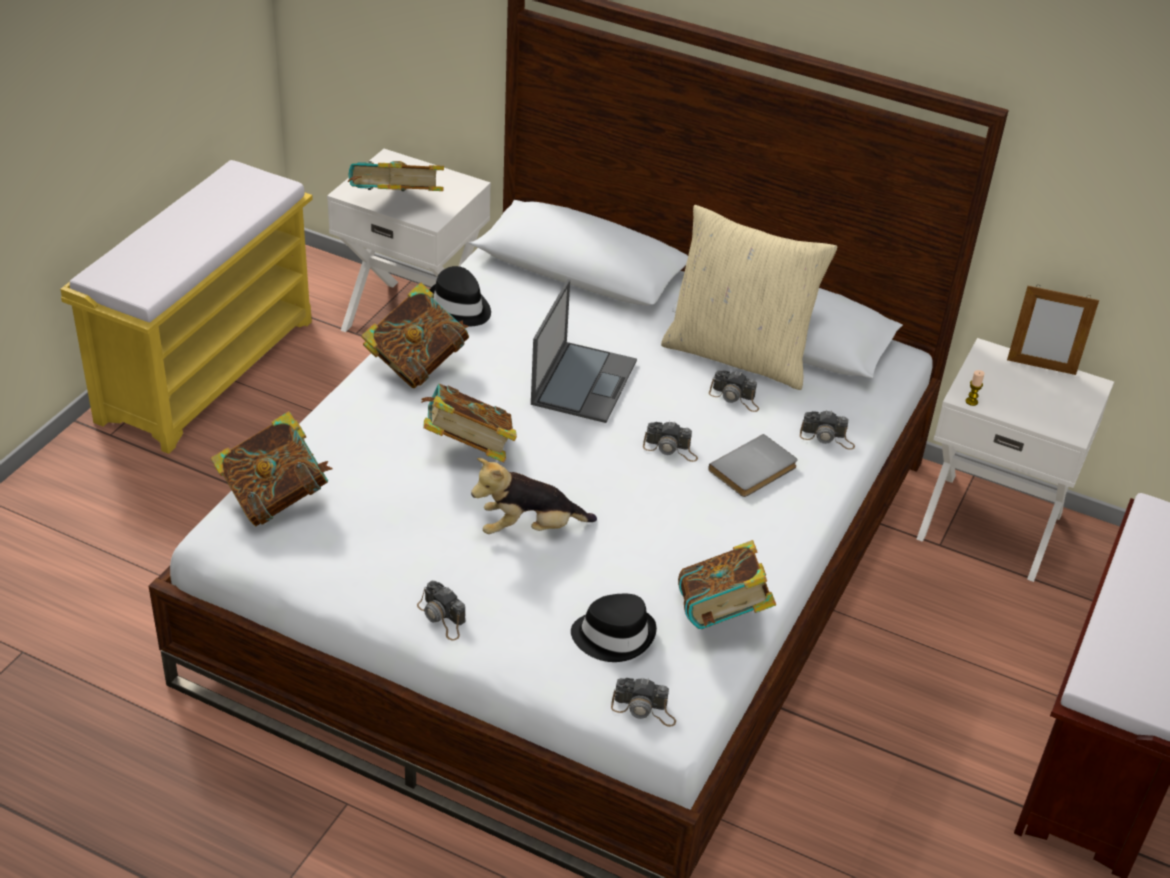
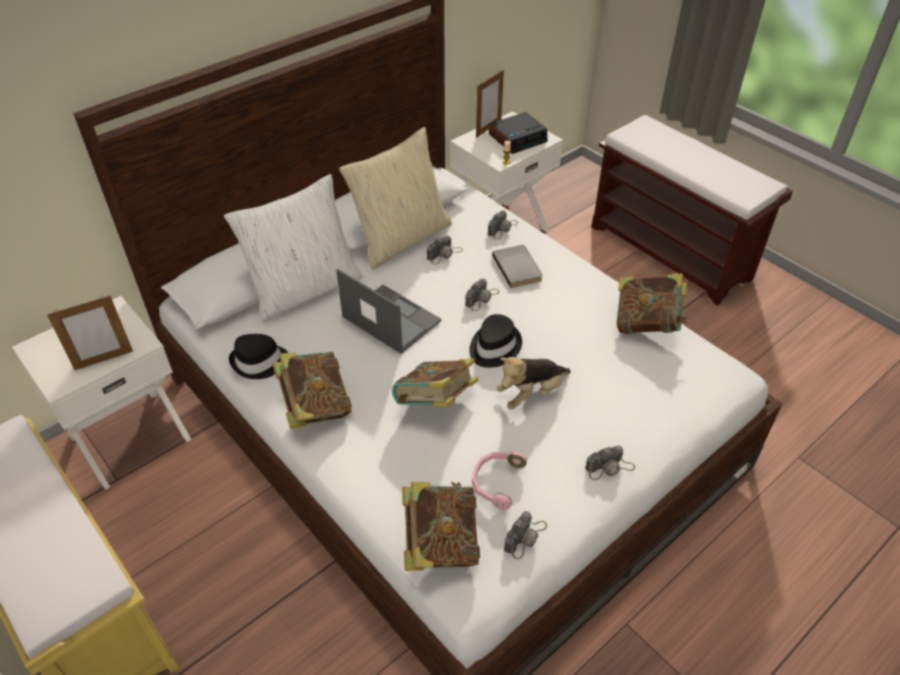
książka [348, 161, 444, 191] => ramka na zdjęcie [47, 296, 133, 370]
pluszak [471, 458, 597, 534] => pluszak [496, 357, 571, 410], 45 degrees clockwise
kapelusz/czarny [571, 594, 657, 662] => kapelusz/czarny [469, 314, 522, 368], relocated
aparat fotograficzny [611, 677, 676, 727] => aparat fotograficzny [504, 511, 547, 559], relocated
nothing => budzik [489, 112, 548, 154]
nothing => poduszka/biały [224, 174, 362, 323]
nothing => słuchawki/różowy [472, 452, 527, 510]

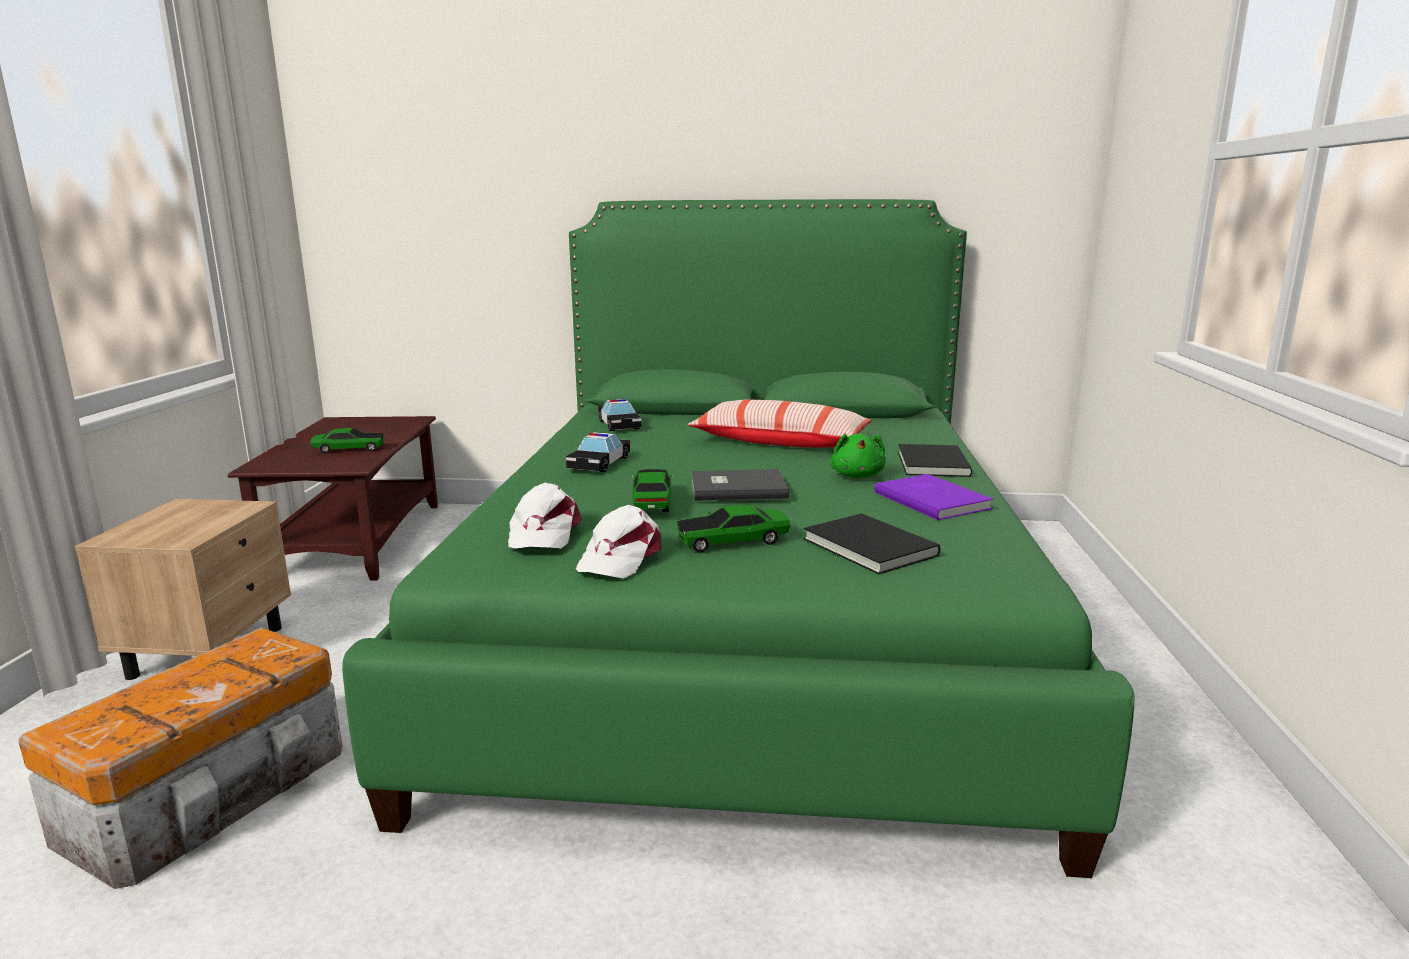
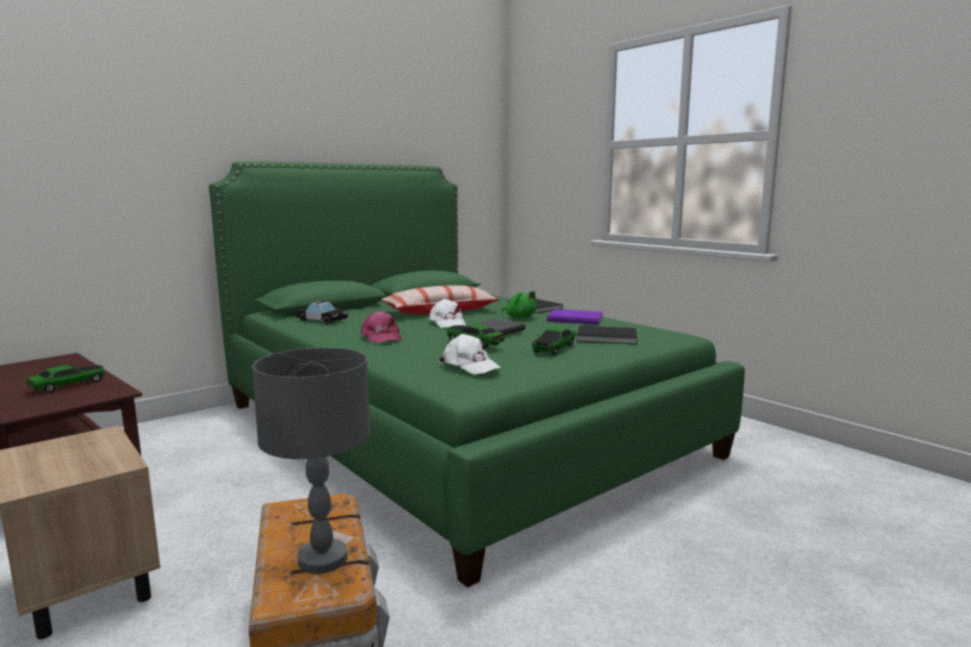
samochodzik [566, 432, 630, 472] => czapka z daszkiem/różowy [361, 311, 402, 343]
czapka z daszkiem/biały [576, 505, 662, 578] => czapka z daszkiem/biały [428, 299, 466, 328], relocated
nothing => lampa stołowa/szary [252, 348, 371, 574]

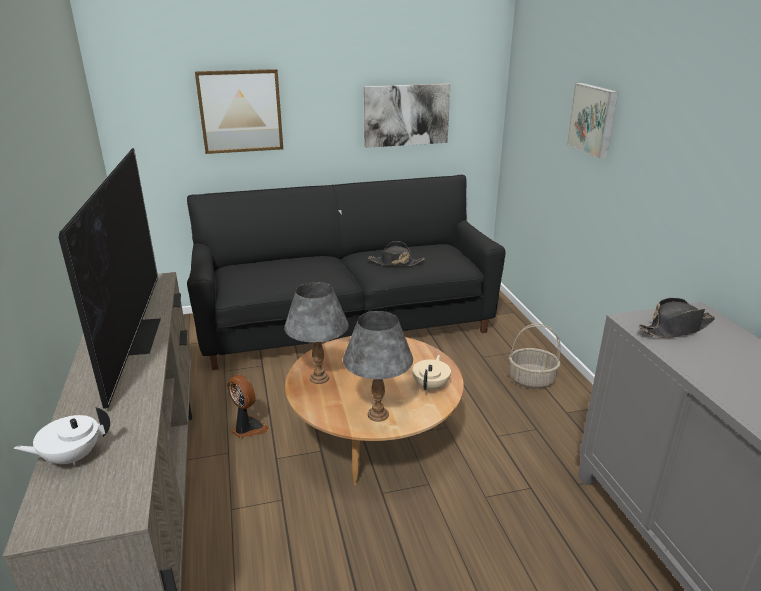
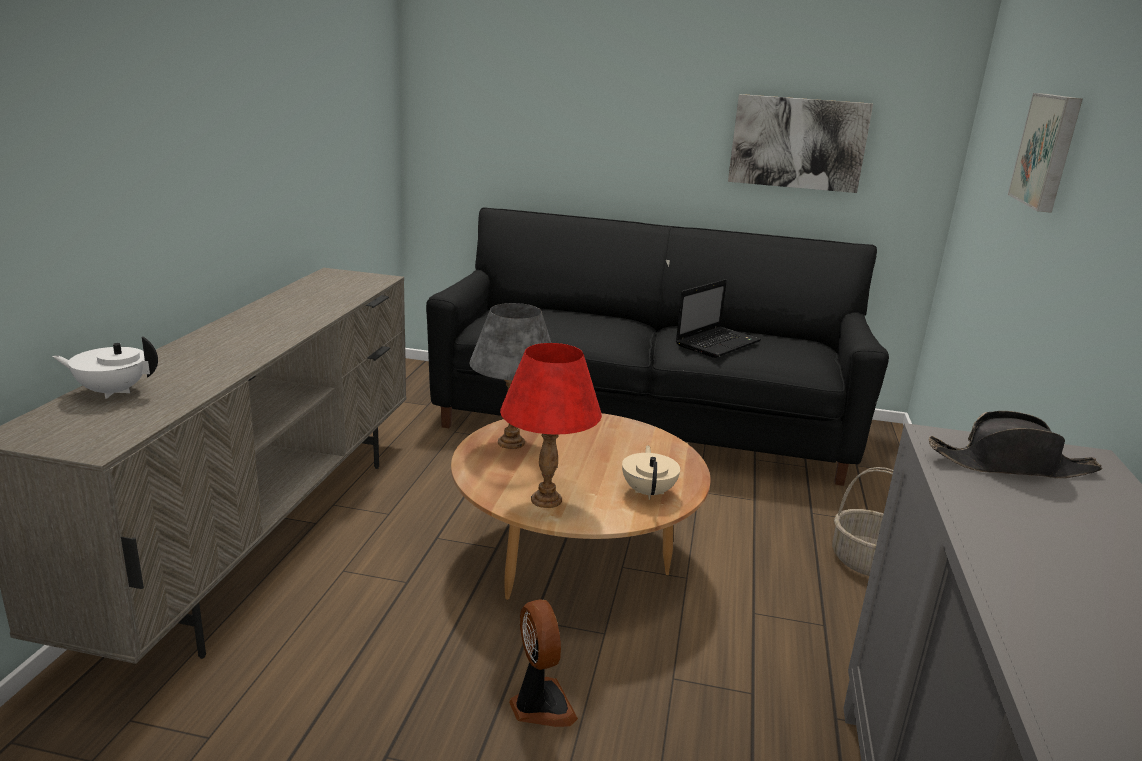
obraz [195, 69, 283, 154] => nothing
telewizor [59, 148, 161, 409] => nothing
kapelusz/czarny [368, 241, 425, 266] => laptop [676, 279, 761, 358]
lampa stołowa/szary [343, 311, 413, 422] => lampa stołowa/czerwony [500, 343, 602, 508]
imbryk/beżowy [412, 355, 451, 392] => imbryk/beżowy [622, 446, 680, 500], 45 degrees counterclockwise
wentylator [227, 375, 269, 438] => wentylator [509, 599, 578, 727], relocated

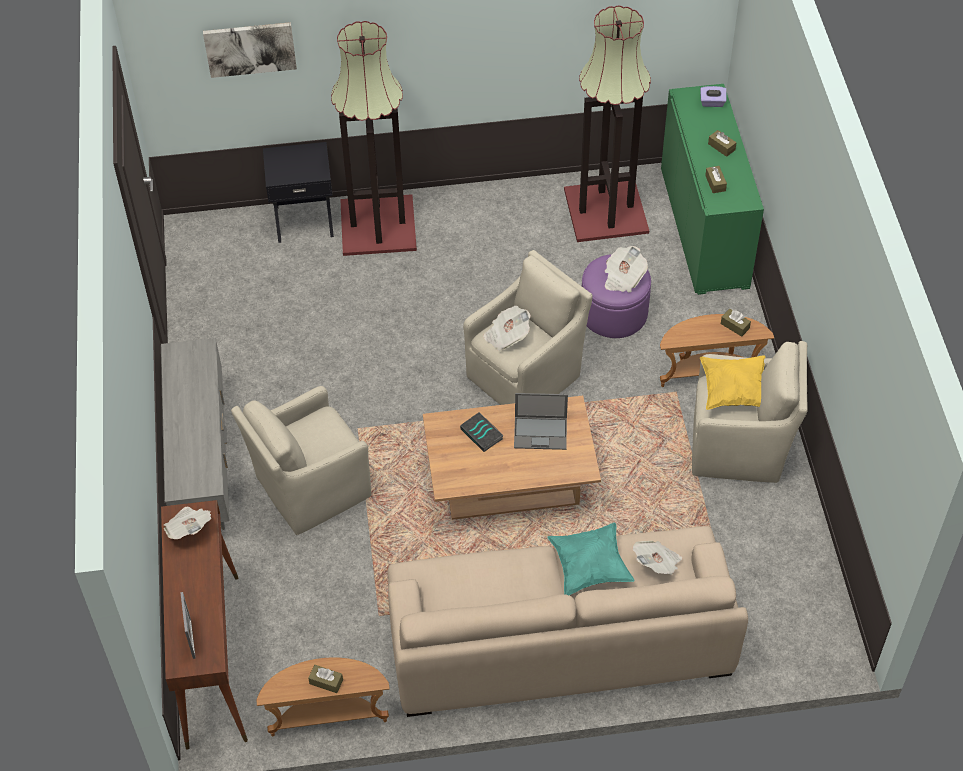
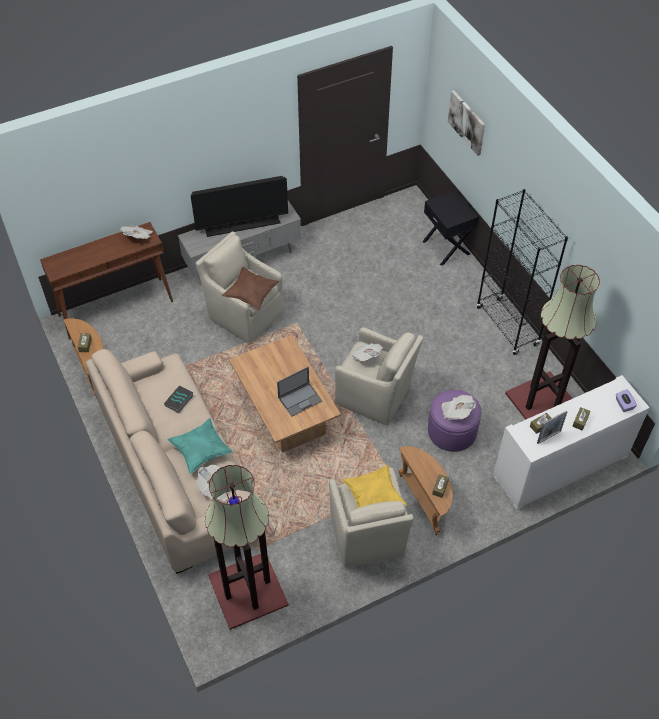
lampa stojąca [331, 21, 417, 256] => lampa stojąca [205, 465, 289, 630], relocated
szafka/zielony [661, 84, 764, 295] => szafka/biały [493, 375, 650, 510]
laptop [514, 393, 568, 450] => laptop [277, 367, 322, 417], 105 degrees counterclockwise
książka [460, 412, 504, 452] => książka [164, 386, 194, 413], relocated
ramka na zdjęcie [180, 592, 196, 659] => ramka na zdjęcie [537, 411, 568, 444], relocated
nothing => telewizor [191, 176, 288, 237]
nothing => regał/czarny [476, 189, 568, 355]
nothing => poduszka/brązowy [222, 267, 280, 310]

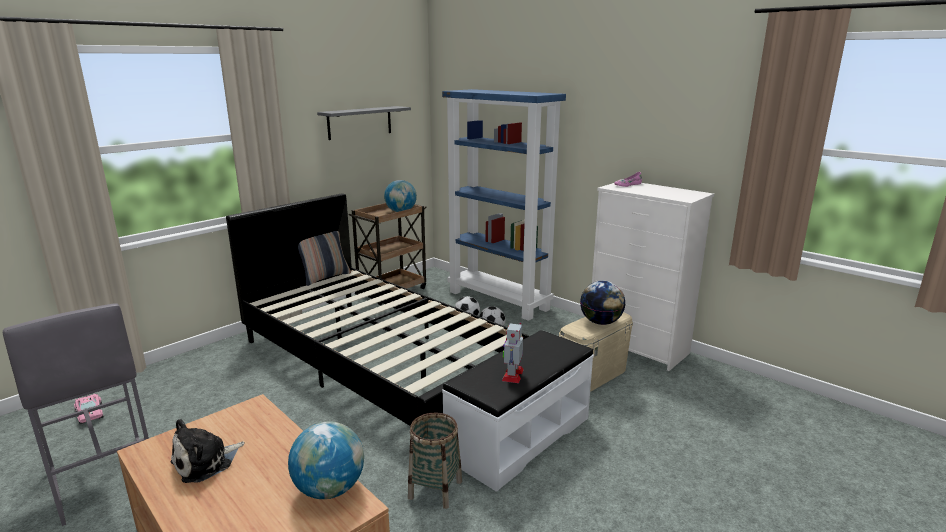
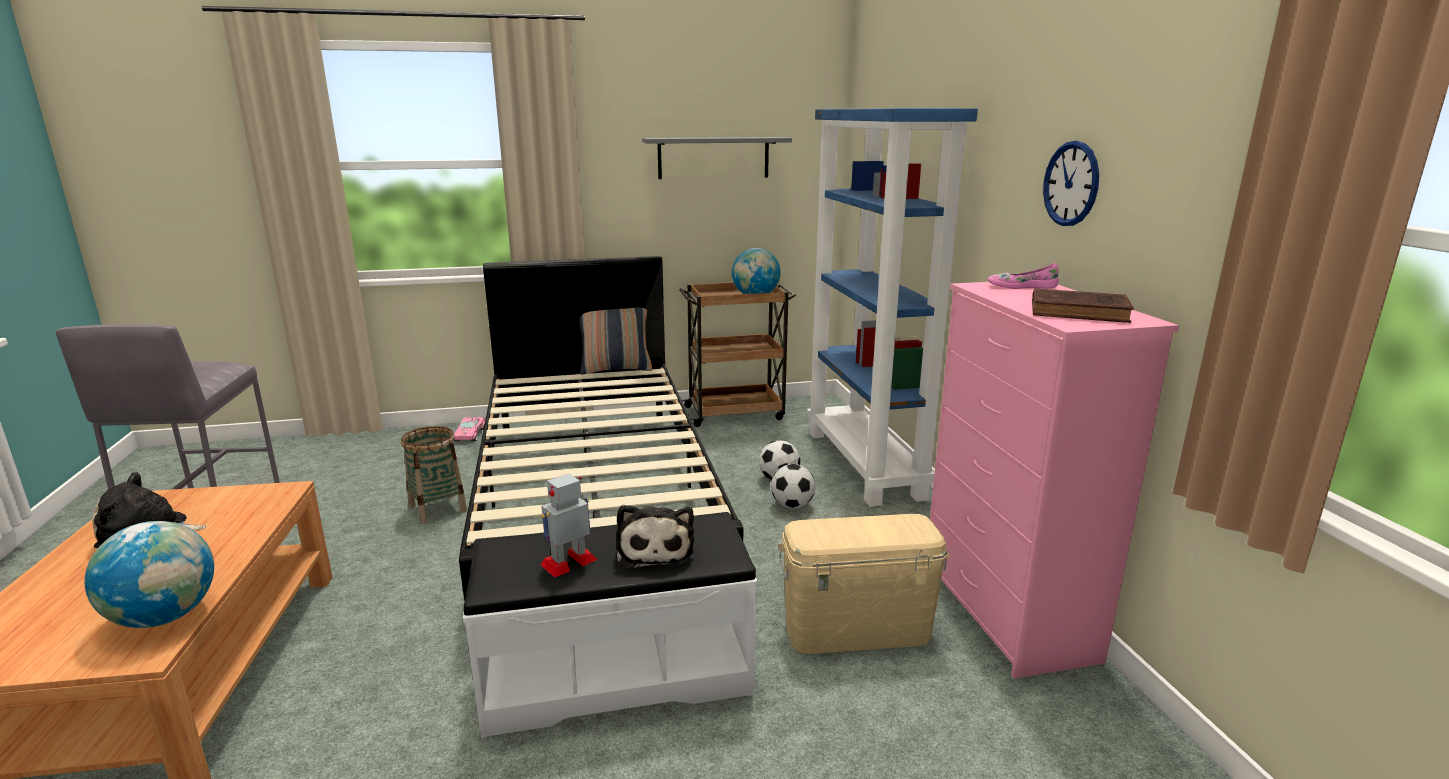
komoda/biały [592, 183, 714, 371] => komoda/różowy [930, 282, 1179, 678]
globus [580, 281, 625, 325] => nothing
samochodzik/różowy [74, 393, 104, 424] => samochodzik/różowy [454, 417, 485, 441], relocated
koszyk [408, 413, 462, 509] => koszyk [401, 426, 467, 524], relocated
nothing => zegar ścienny [1043, 141, 1099, 226]
nothing => książka/brązowy [1032, 288, 1134, 323]
nothing => pluszak [616, 505, 694, 569]

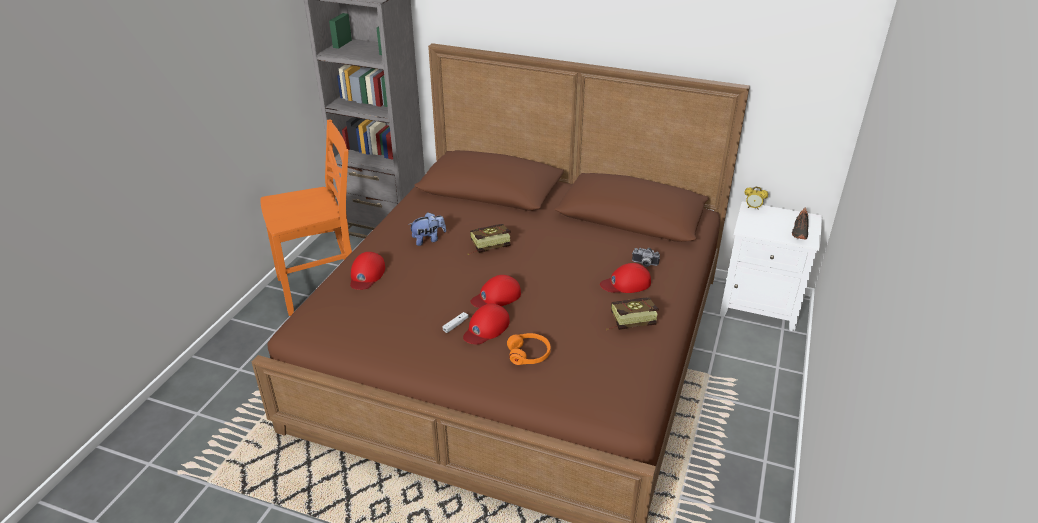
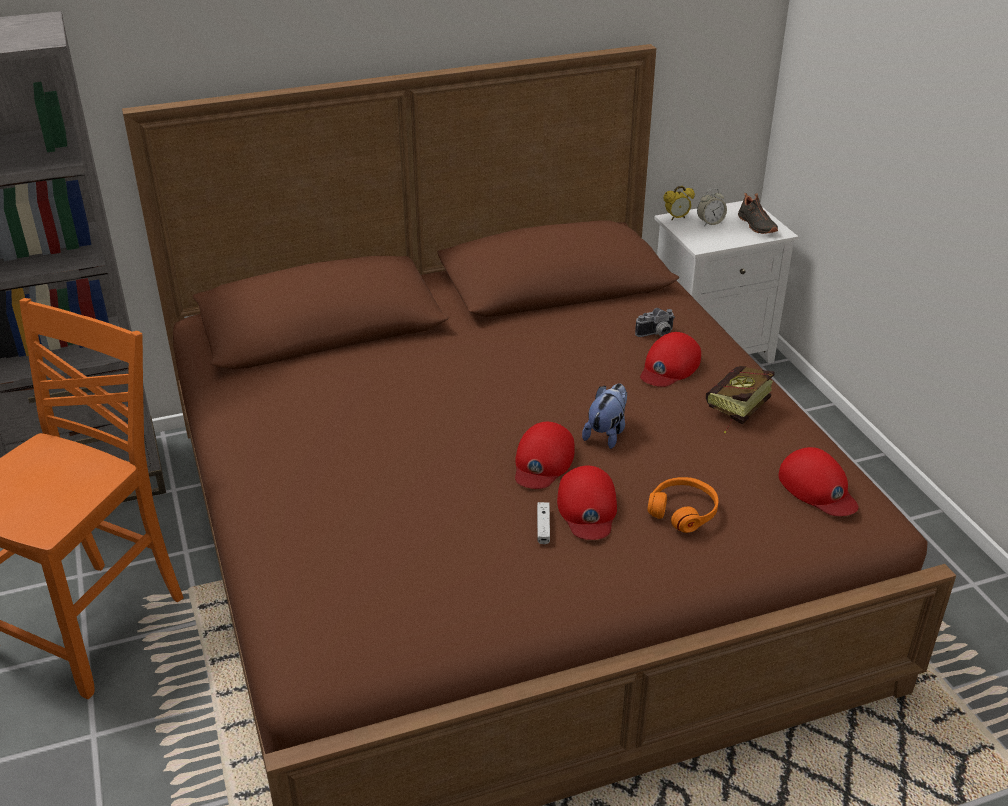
pluszak [408, 212, 446, 246] => pluszak [582, 383, 627, 449], relocated
książka [467, 224, 511, 255] => nothing
czapka z daszkiem/czerwony [350, 252, 385, 290] => czapka z daszkiem/czerwony [778, 447, 859, 516], relocated
nothing => budzik [697, 189, 727, 225]

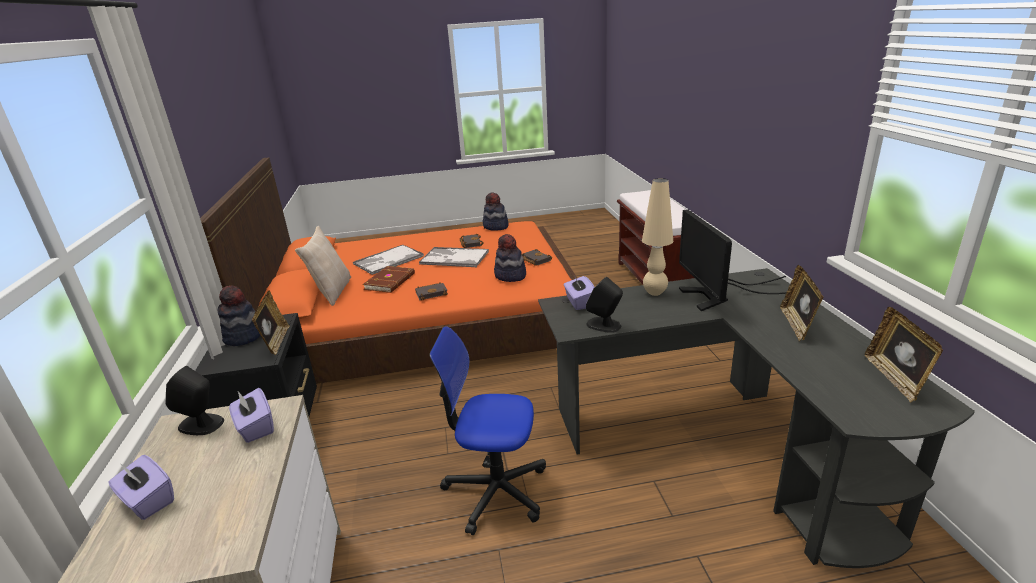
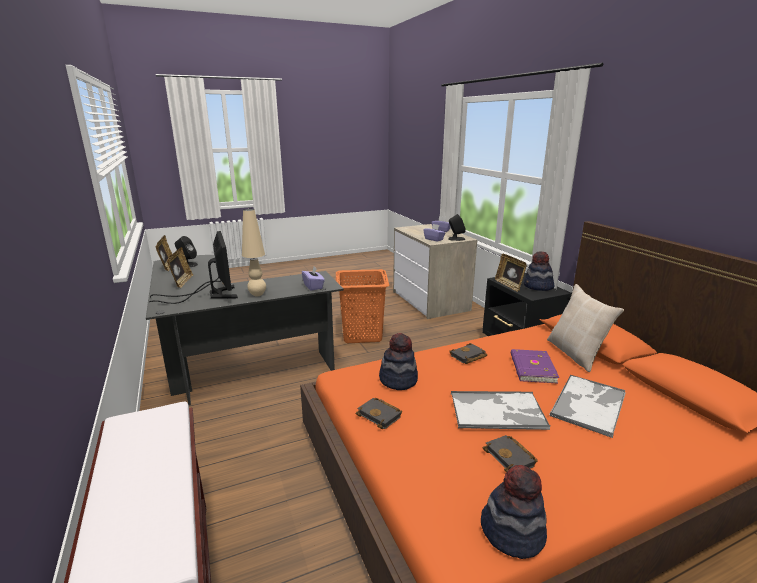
książka/brązowy [363, 266, 415, 293] => książka/fioletowy [511, 349, 560, 384]
głośnik/czarny [586, 277, 623, 333] => głośnik/czarny [175, 236, 198, 267], relocated
krzesło biurowe [429, 326, 546, 535] => kosz na pranie/pomarańczowy [336, 269, 389, 343]

